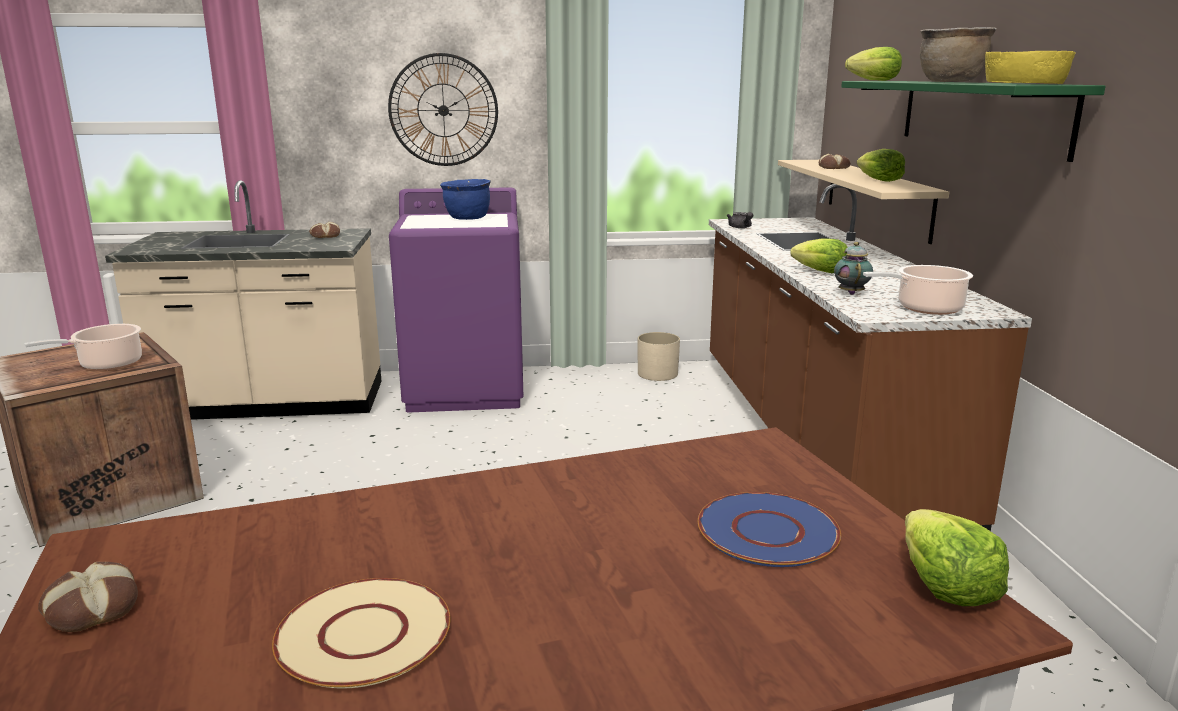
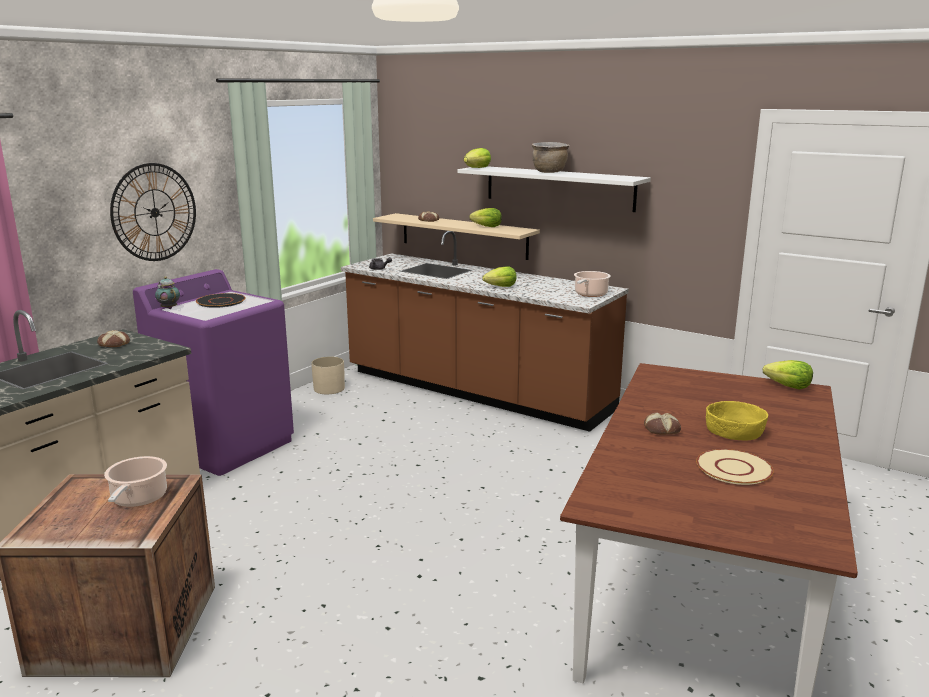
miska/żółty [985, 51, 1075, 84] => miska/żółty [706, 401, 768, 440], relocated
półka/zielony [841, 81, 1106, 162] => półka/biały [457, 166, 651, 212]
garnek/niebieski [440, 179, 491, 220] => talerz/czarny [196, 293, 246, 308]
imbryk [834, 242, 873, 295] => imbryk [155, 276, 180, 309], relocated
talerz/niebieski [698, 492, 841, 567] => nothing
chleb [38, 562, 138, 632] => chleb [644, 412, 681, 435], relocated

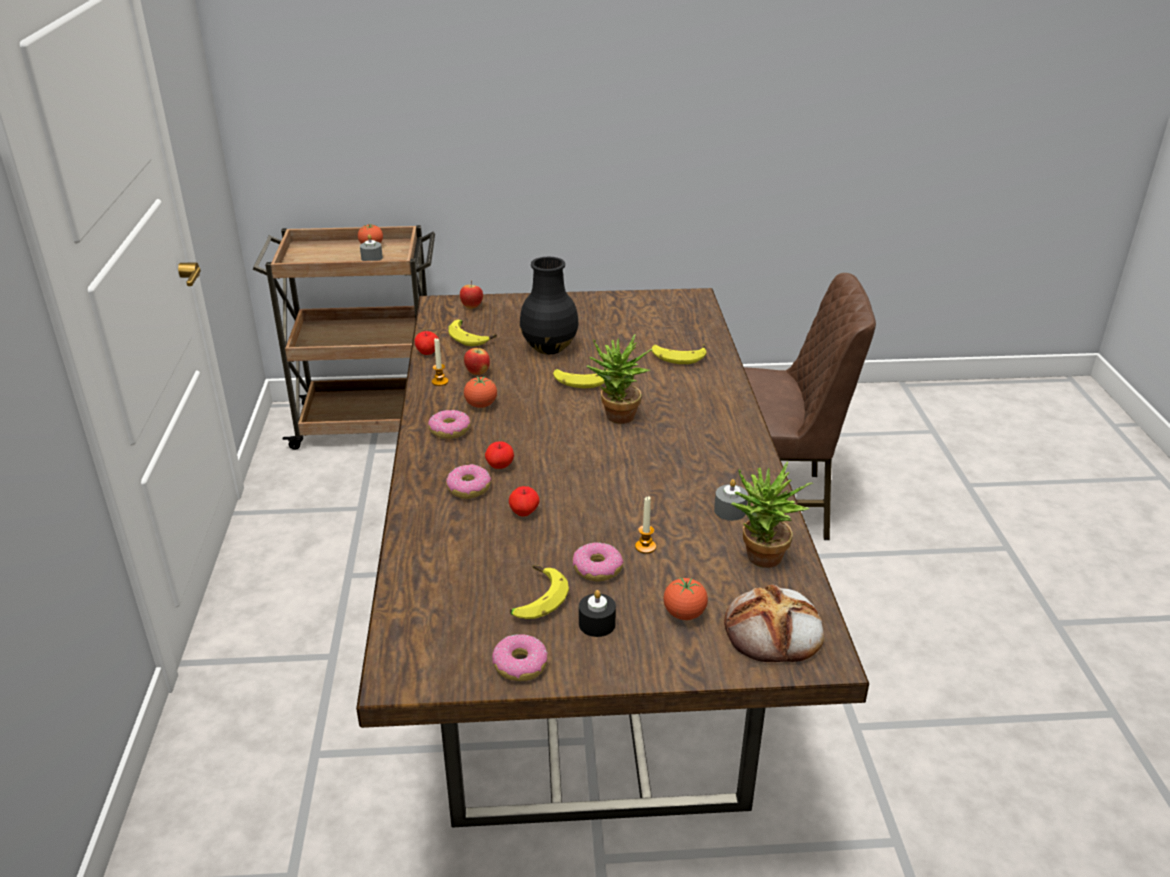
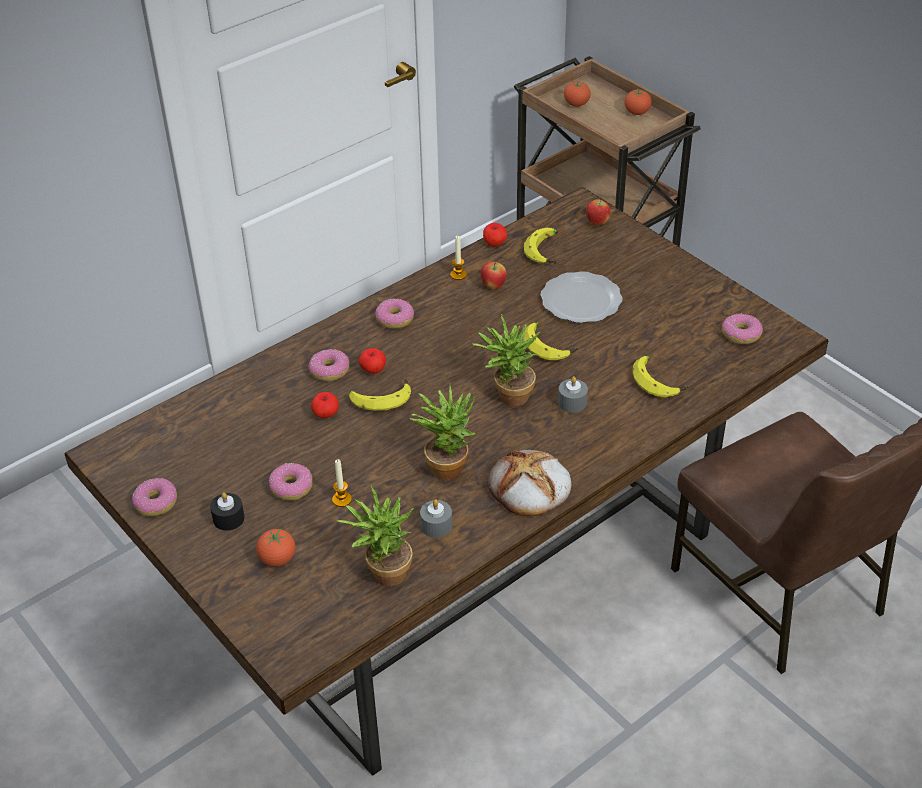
świeca/szary [360, 234, 383, 261] => świeca/szary [558, 377, 588, 413], relocated
wazon/czarny [520, 257, 578, 354] => talerz [541, 271, 623, 323]
pomidor [464, 376, 497, 408] => pomidor [564, 81, 591, 107], relocated
banan [510, 565, 569, 619] => banan [349, 377, 411, 411], relocated
chleb [724, 585, 824, 662] => chleb [487, 450, 571, 516], relocated
nothing => donut [722, 314, 763, 344]
nothing => roślina doniczkowa [410, 384, 475, 480]

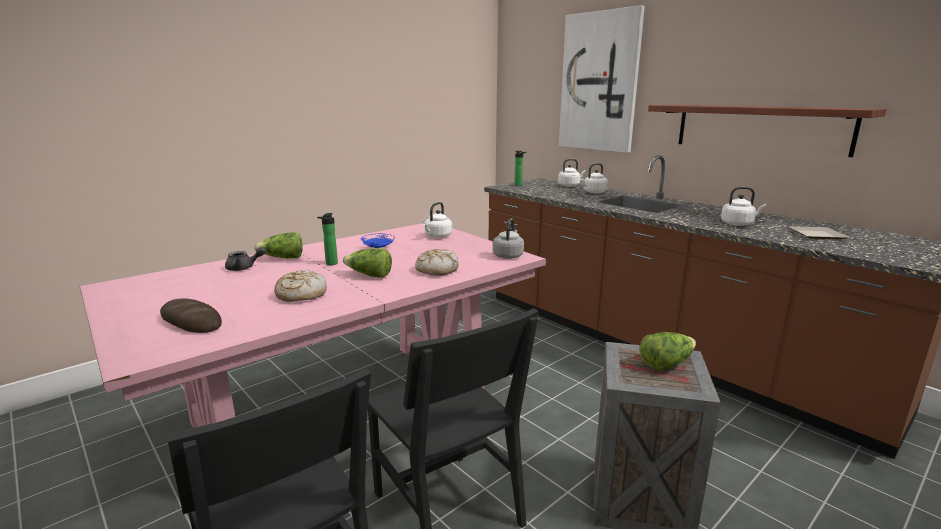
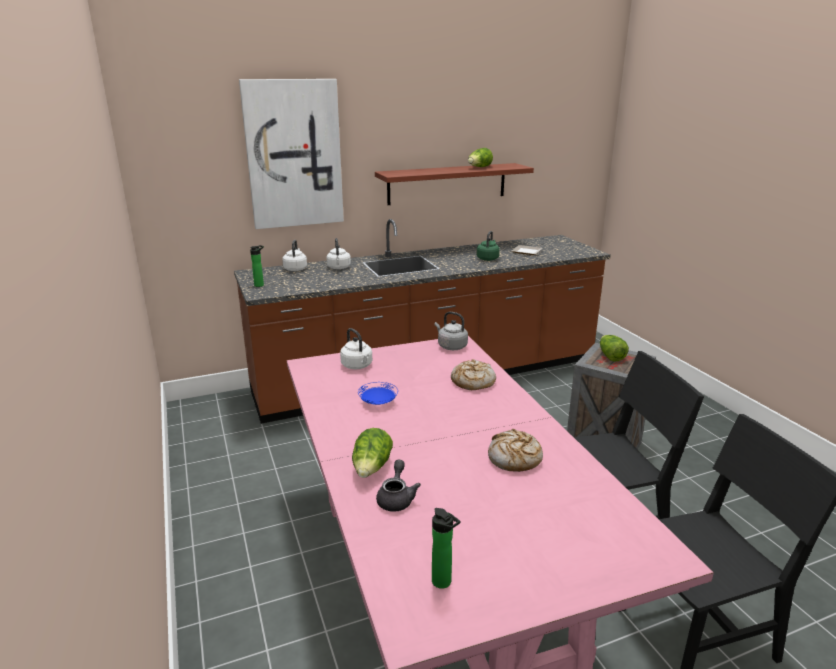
czajnik/biały [721, 187, 766, 226] => czajnik/zielony [477, 231, 500, 261]
butelka [317, 213, 338, 265] => butelka [432, 508, 460, 589], relocated
sałata [343, 248, 392, 278] => sałata [468, 148, 493, 167], relocated
chleb [160, 299, 222, 333] => nothing

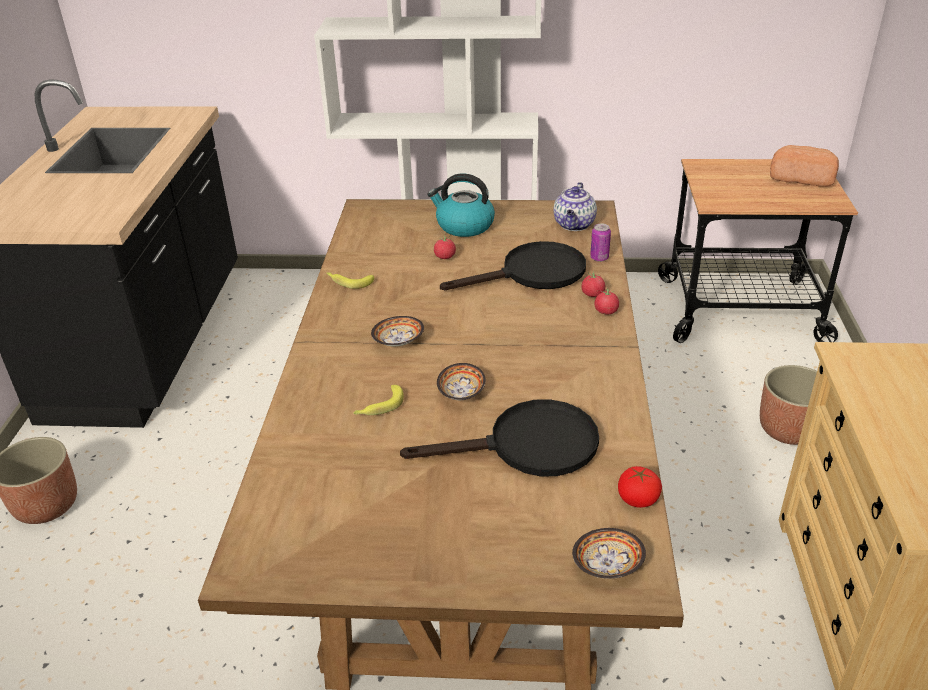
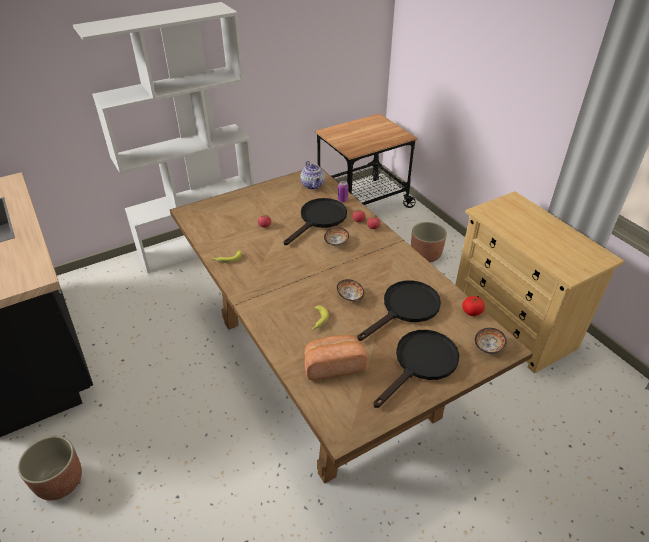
chleb [770, 145, 839, 187] => chleb [304, 335, 368, 380], relocated
czajnik [427, 174, 495, 237] => nothing
miska [371, 316, 424, 347] => miska [324, 228, 349, 246], relocated
nothing => patelnia/czarny [373, 330, 459, 408]

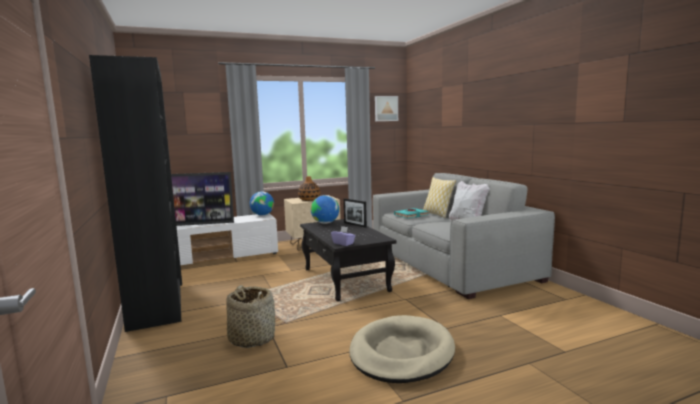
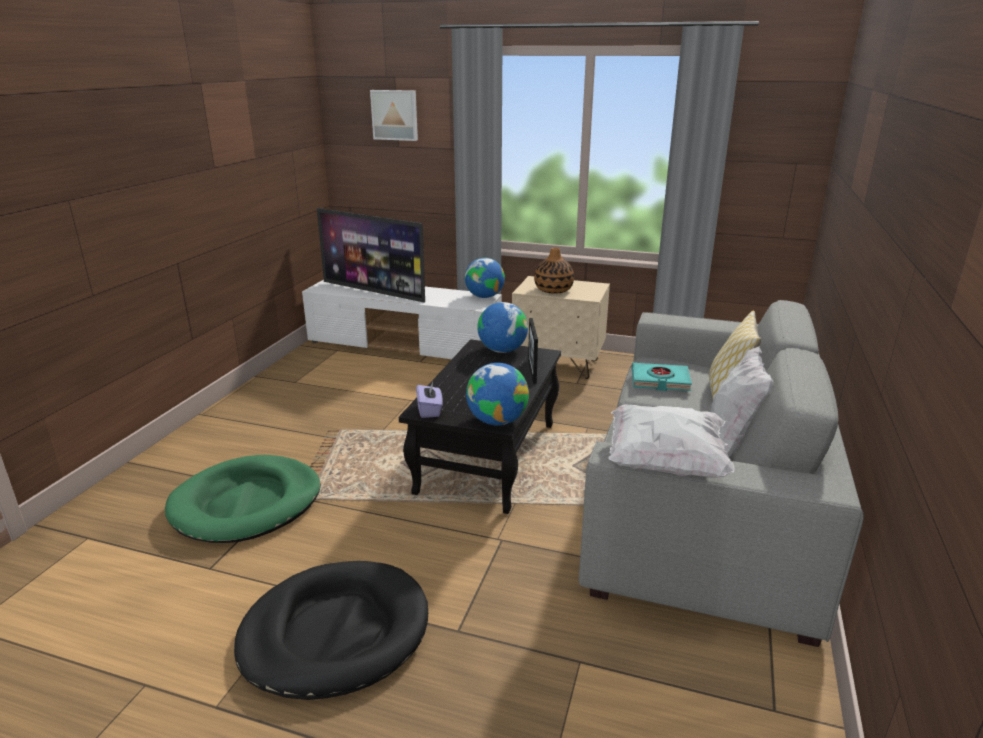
regał/czarny [89, 55, 182, 332] => nothing
obraz [375, 96, 398, 121] => obraz [370, 90, 418, 141], relocated
koszyk [226, 285, 275, 348] => legowisko/zielony [165, 455, 321, 543]
legowisko/beżowy [350, 315, 455, 383] => legowisko/czarny [234, 561, 428, 700]
nothing => globus [466, 363, 529, 425]
nothing => poduszka/biały [608, 405, 734, 478]

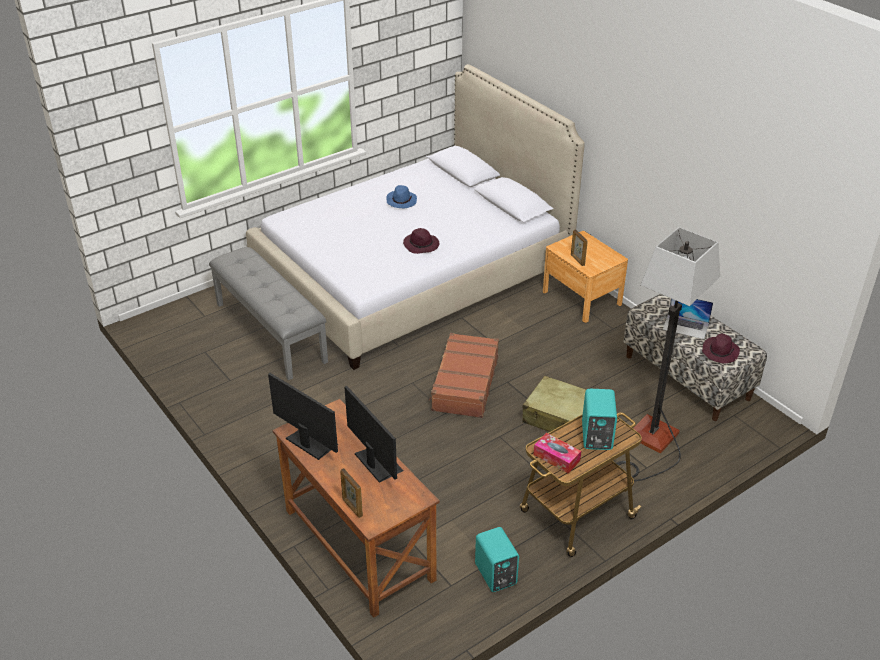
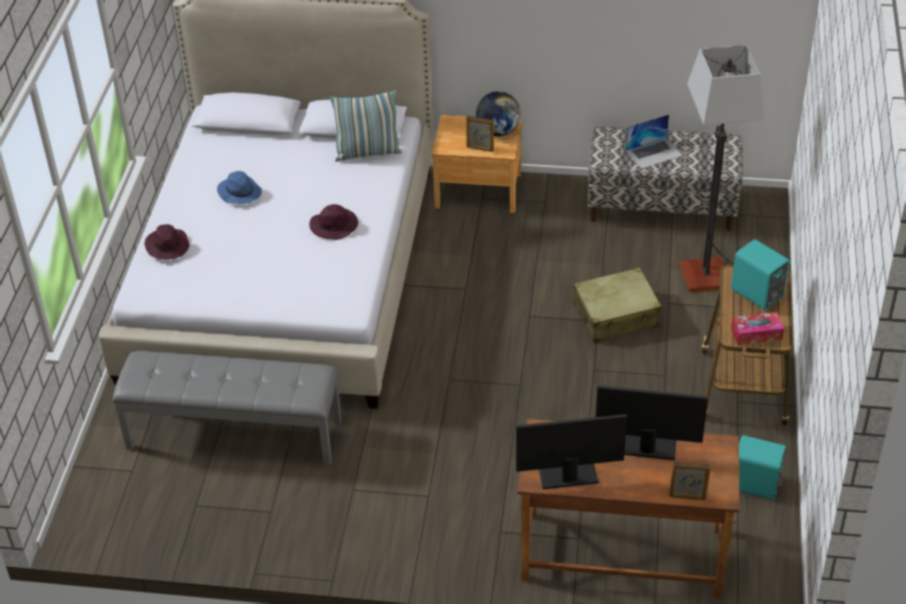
walizka/brązowy [429, 333, 499, 418] => nothing
kapelusz/fioletowy [702, 333, 740, 363] => kapelusz/fioletowy [145, 224, 189, 260], relocated
nothing => poduszka [330, 91, 402, 162]
nothing => globus [476, 91, 520, 136]

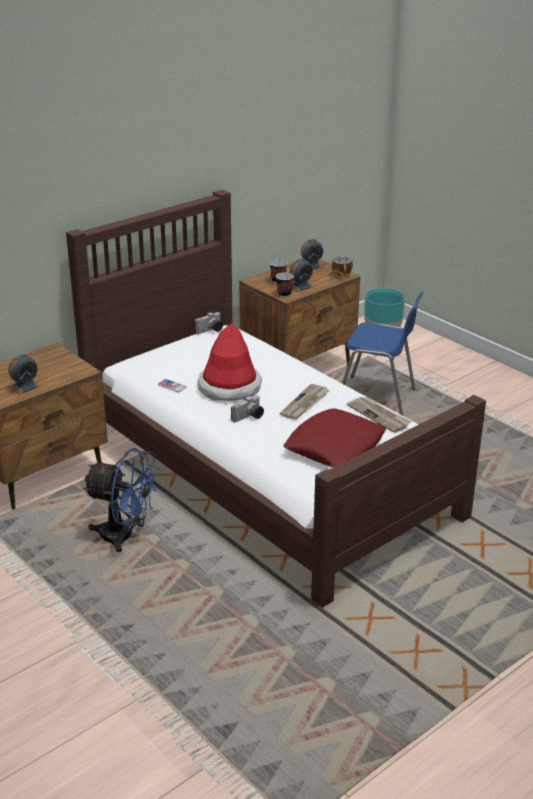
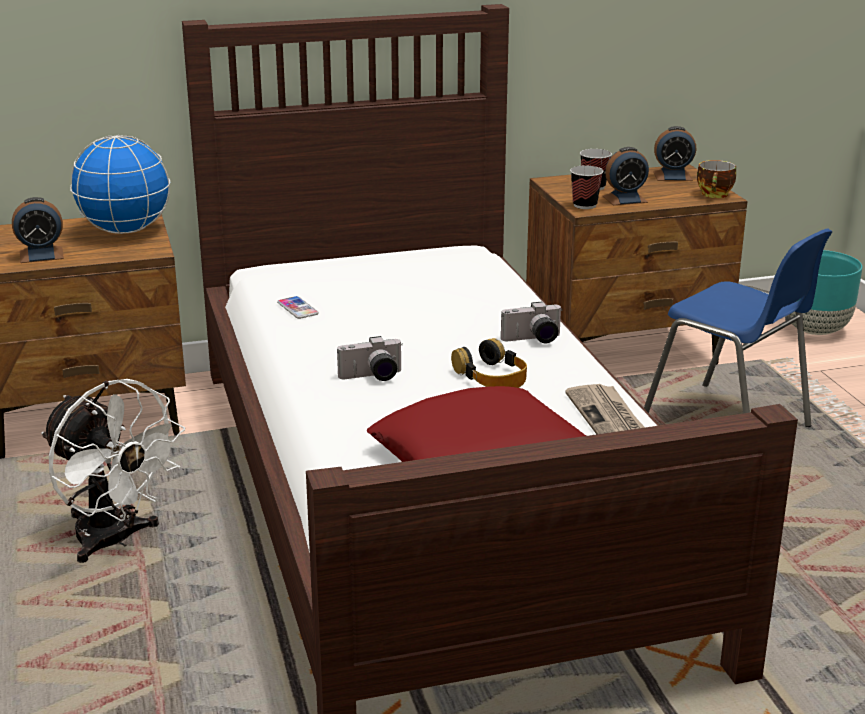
aparat fotograficzny [194, 312, 223, 334] => aparat fotograficzny [501, 302, 563, 343], relocated
kapelusz [198, 324, 262, 401] => nothing
gazeta [280, 384, 330, 419] => słuchawki [451, 338, 527, 388]
wentylator/niebieski [83, 448, 159, 552] => wentylator/biały [41, 379, 185, 563]
nothing => globus [70, 135, 170, 234]

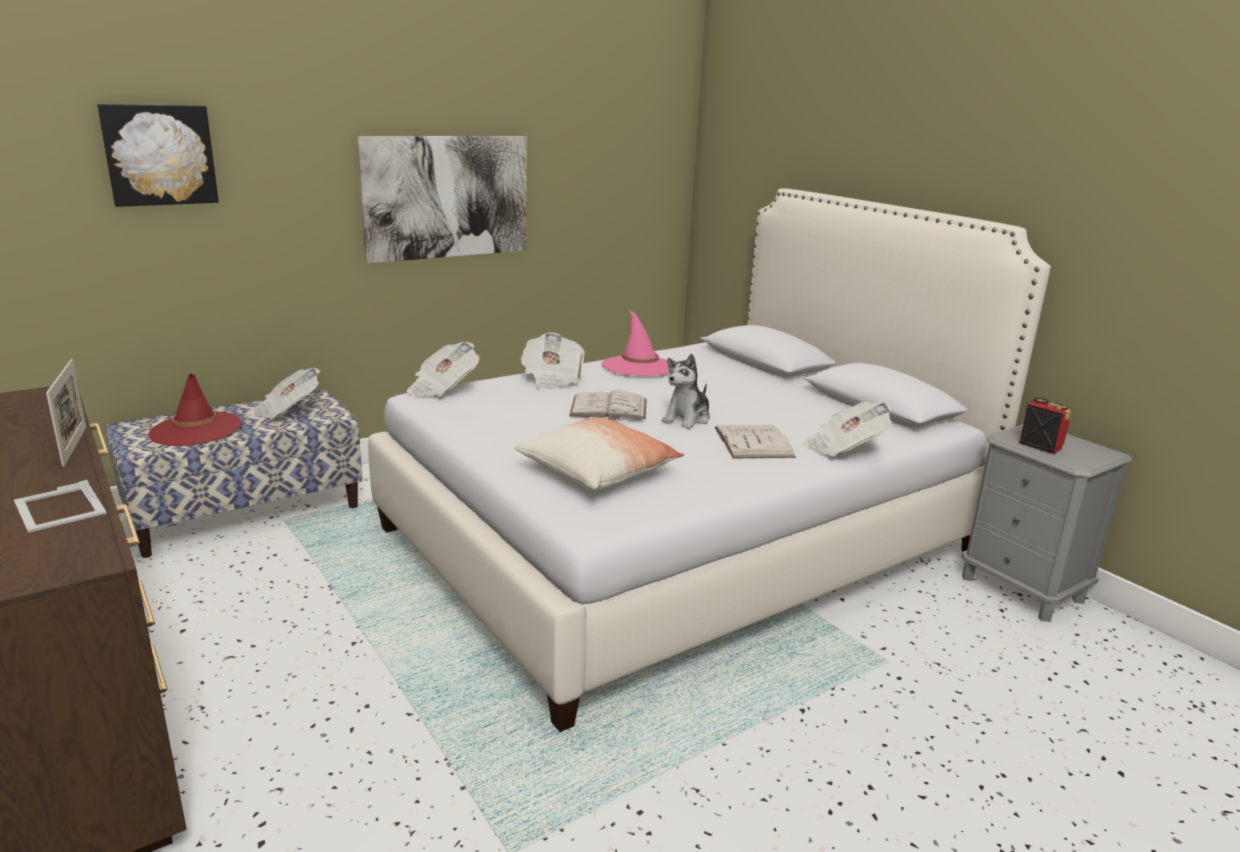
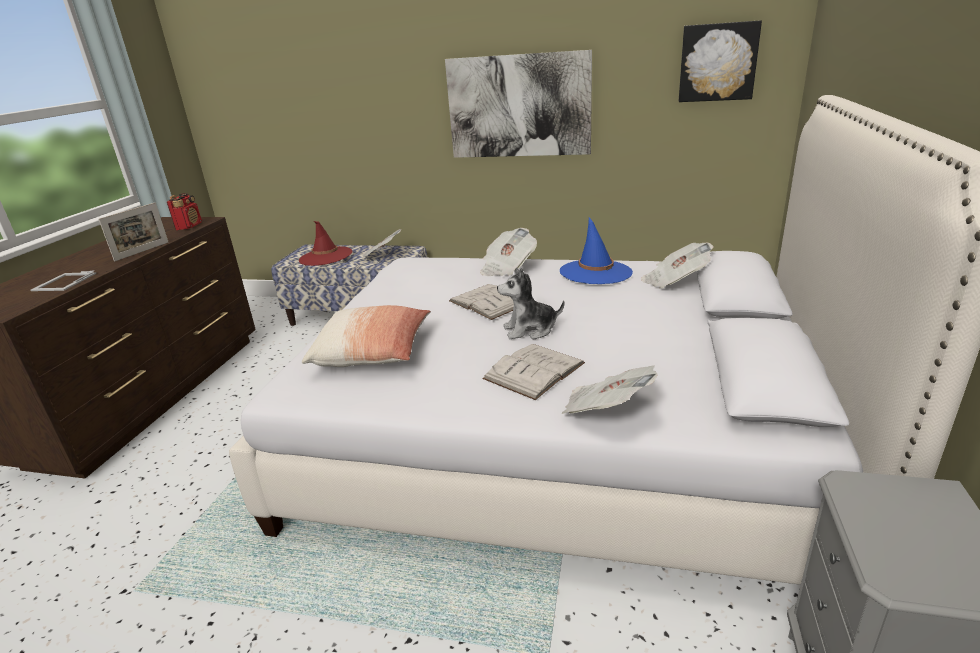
obraz [97, 104, 219, 207] => obraz [679, 20, 762, 102], relocated
kapelusz/różowy [601, 310, 669, 376] => kapelusz/niebieski [560, 217, 633, 284]
gazeta [407, 342, 479, 396] => gazeta [641, 243, 714, 289], relocated
radio [1019, 398, 1071, 454] => radio [167, 193, 202, 230], relocated

